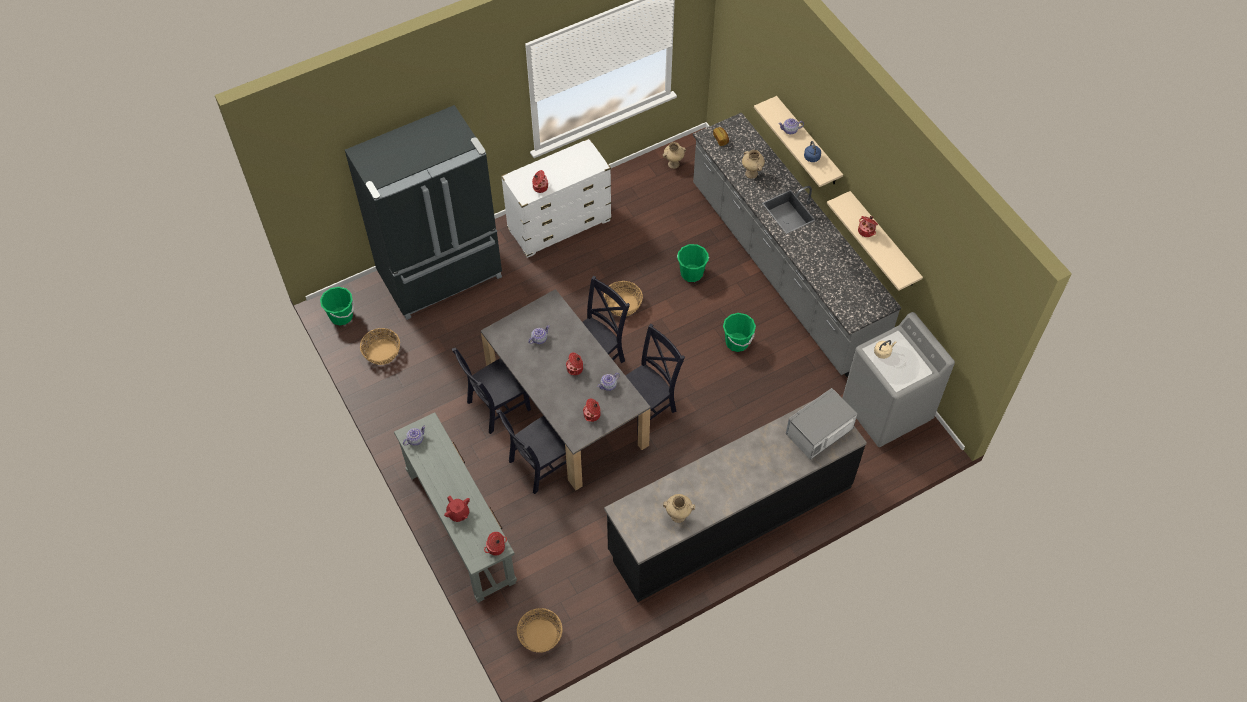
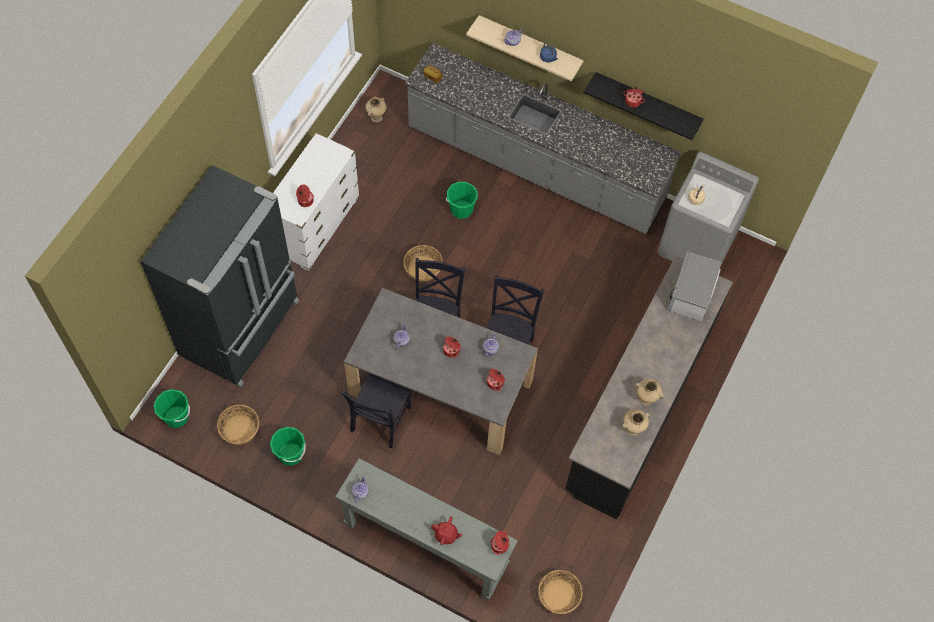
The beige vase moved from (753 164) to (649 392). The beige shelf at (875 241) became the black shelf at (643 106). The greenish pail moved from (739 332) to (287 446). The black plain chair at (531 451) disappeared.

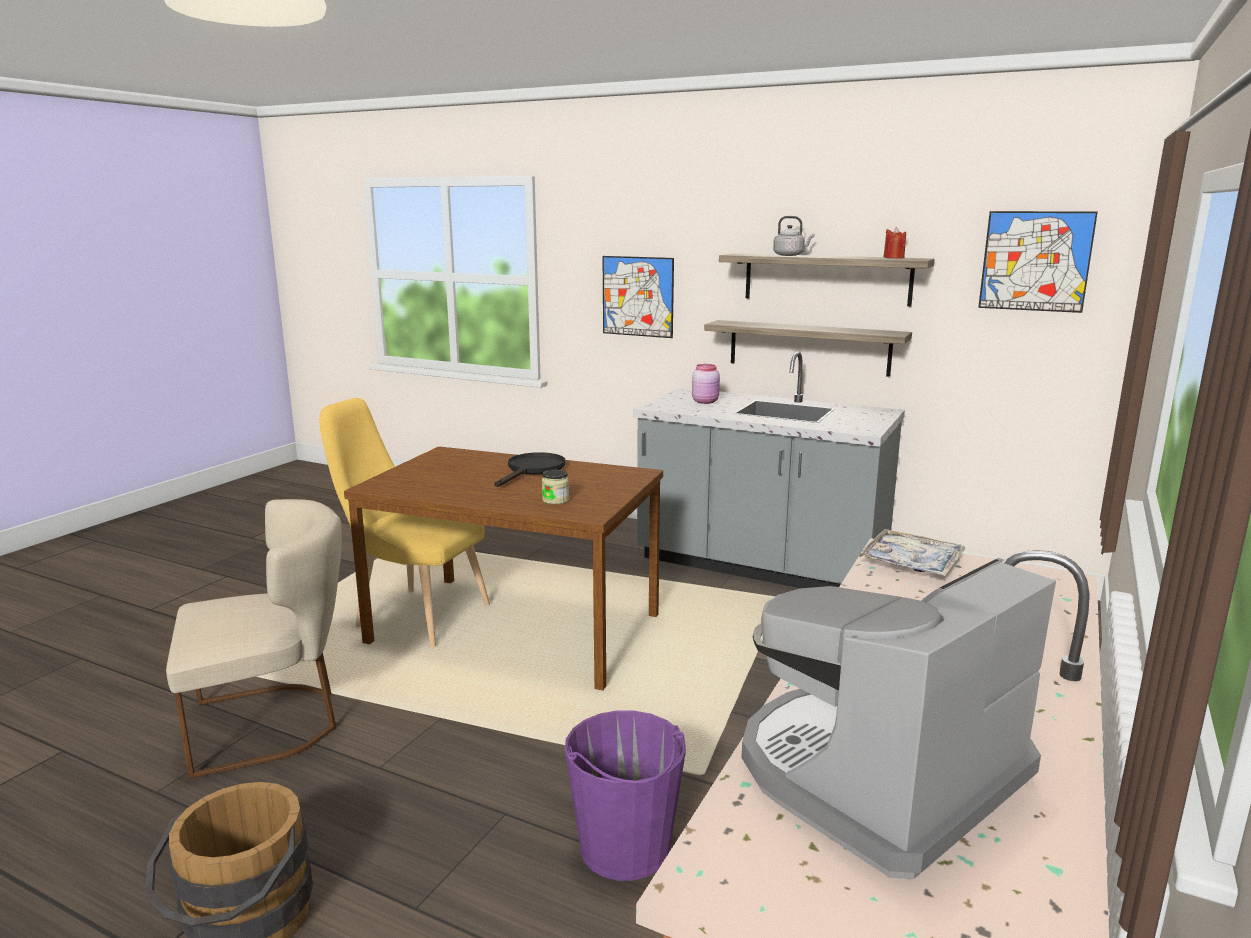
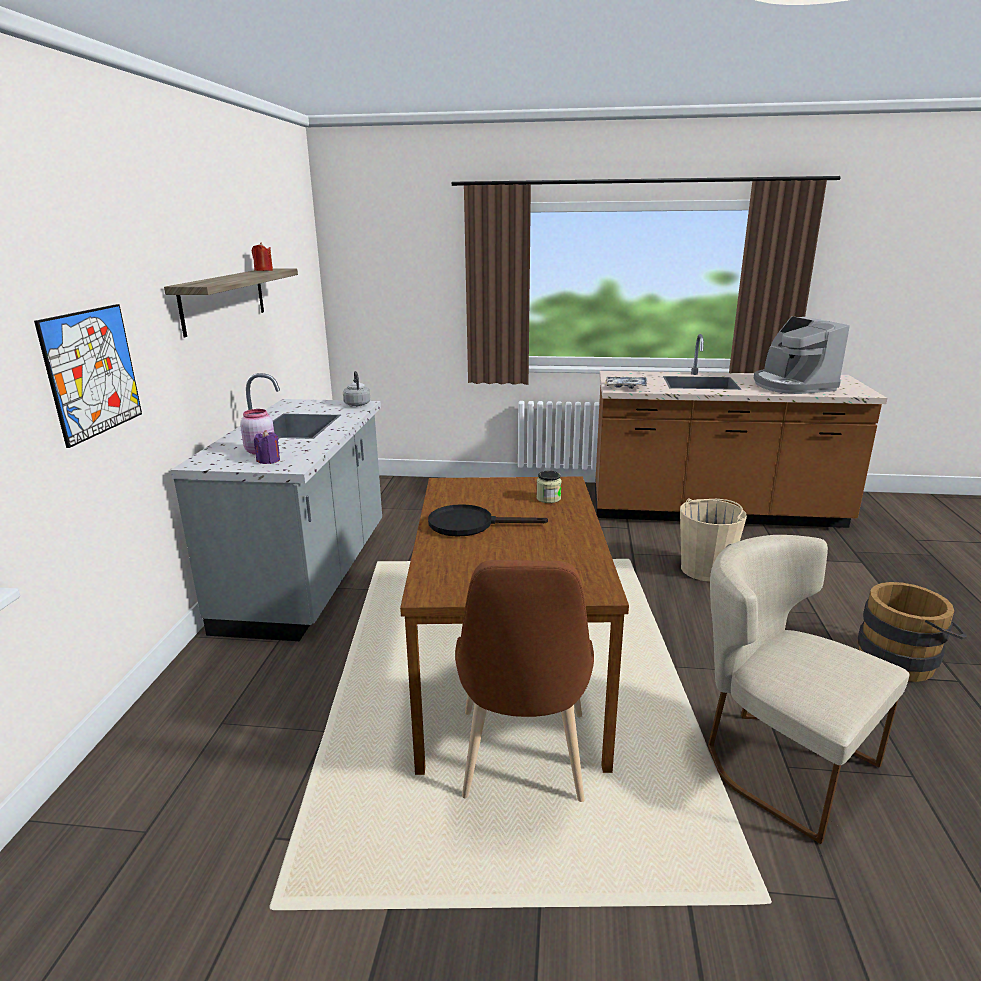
The picture at (1038 262) disappeared. The gray water kettle moved from (794 236) to (356 388). The shelf at (808 348) disappeared. The yellowish plain chair at (404 522) became the brown-coloured plain chair at (524 681). The coffee maker at (899 718) turned 45 degrees clockwise. The purplish pail at (625 795) became the beige pail at (713 540). The purplish candle at (267 447) appeared.

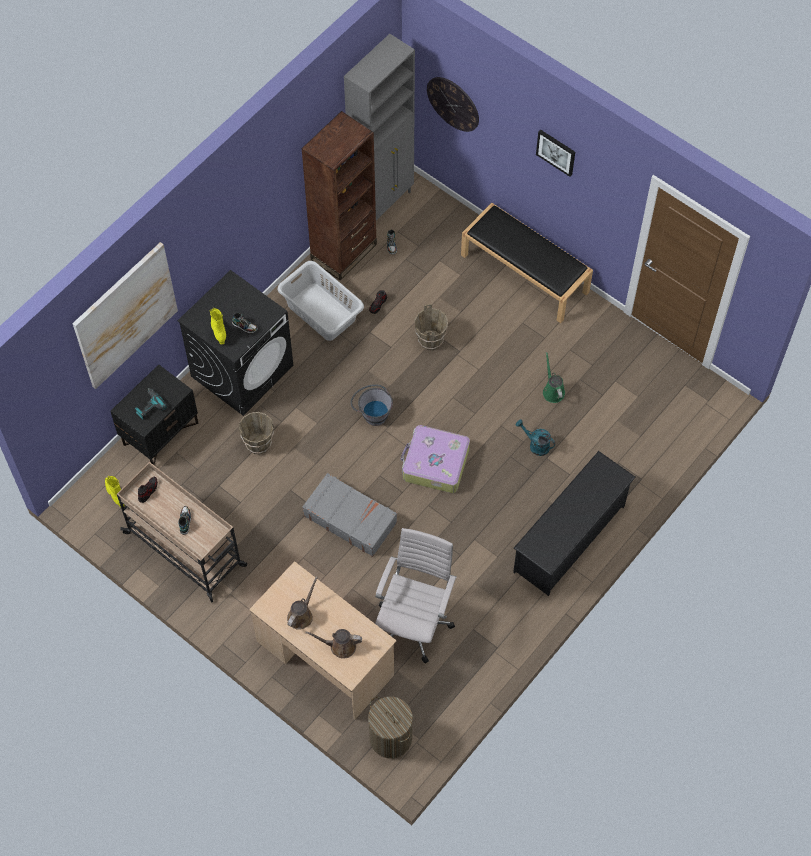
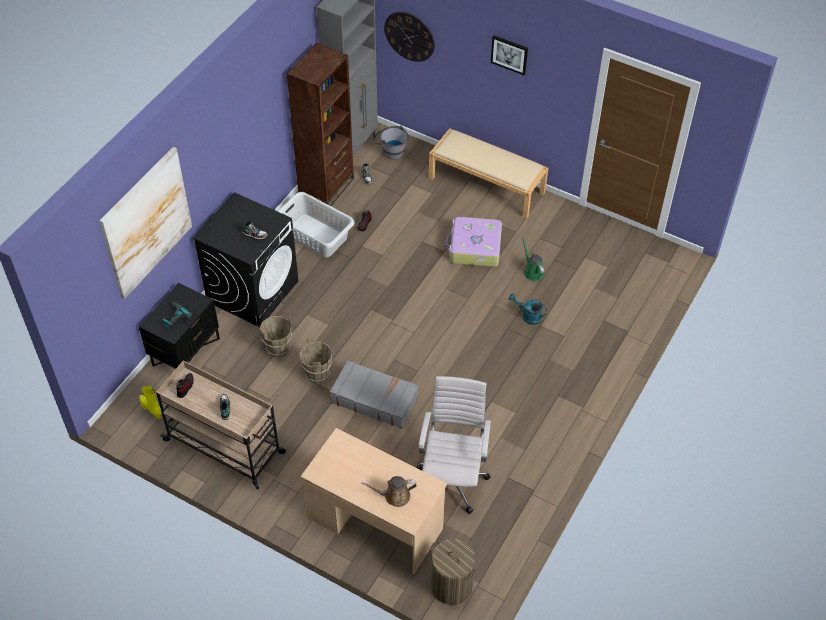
The black bench at (527 263) became the beige bench at (488 173). The brown-coloured pail moved from (431 327) to (315 360). The yellowish high-top boot at (218 326) disappeared. The gray pail moved from (372 405) to (390 143). The suitcase moved from (435 459) to (473 242). The black shoe rack at (574 523) disappeared. The brown-coloured sprinkling can at (302 603) disappeared.

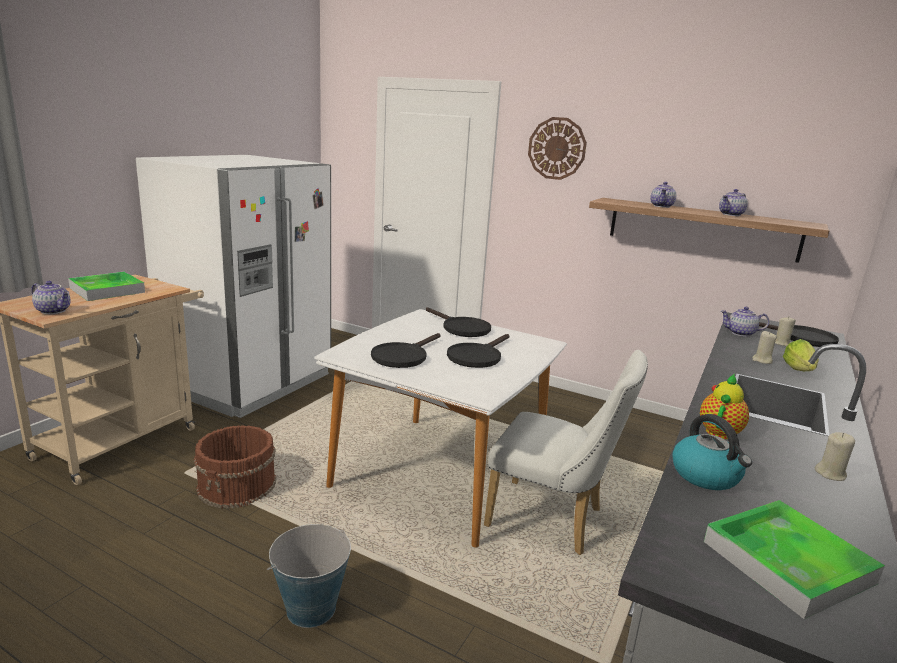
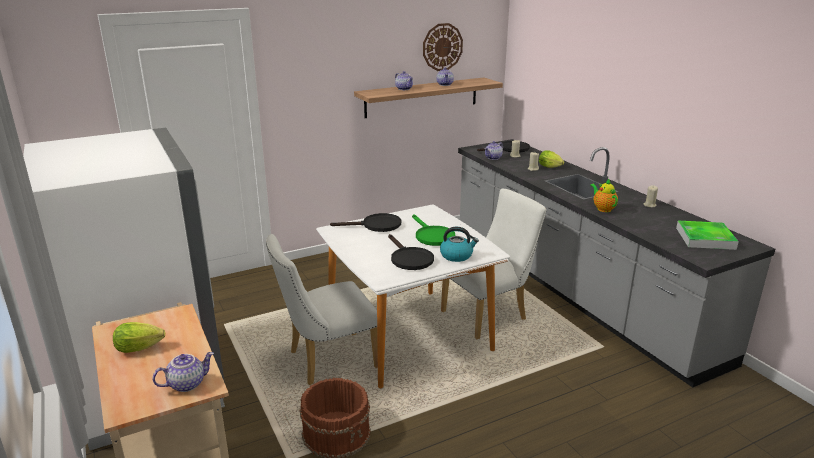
The hanging clock moved from (557 148) to (443 47). The serving tray at (106 286) was replaced by the lettuce head at (139 337). The black pan at (478 351) became the greenish pan at (433 230). The water kettle moved from (712 452) to (459 244). The pail at (309 576) disappeared. The whitish plain chair at (322 309) appeared.

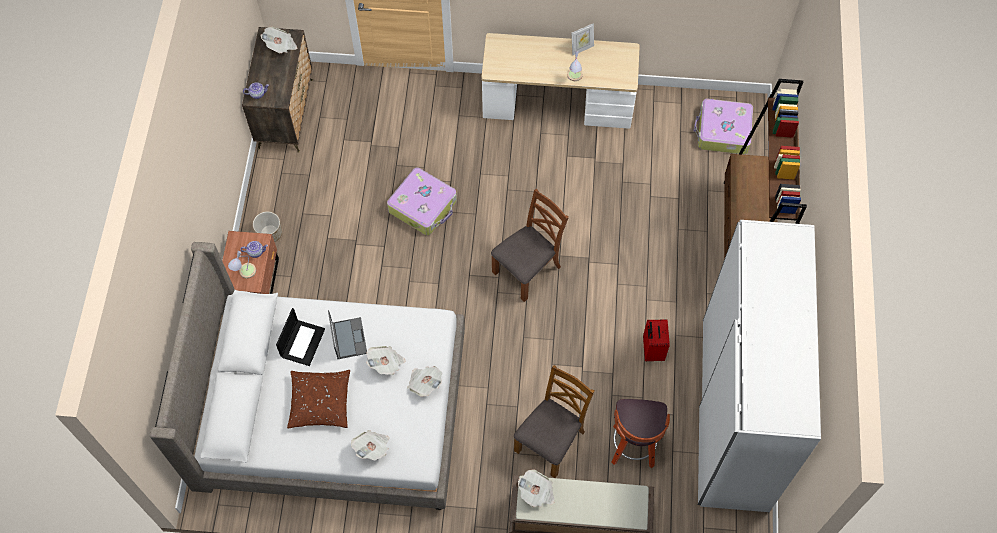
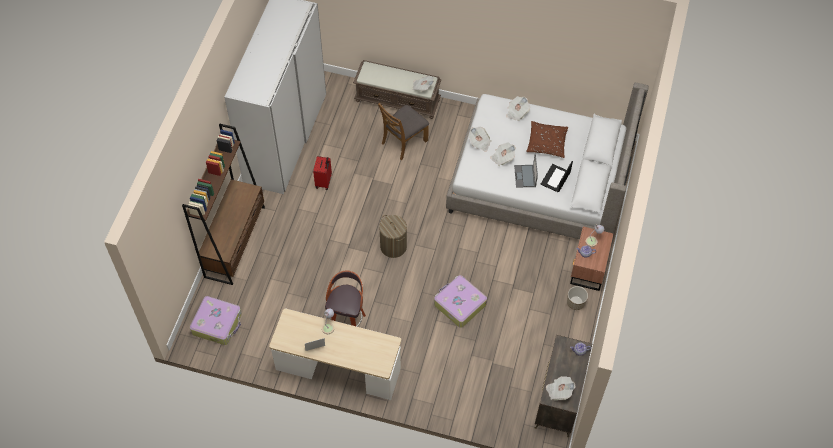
The brown-coloured plain chair at (530 245) was replaced by the washing basket at (393 236). The sitting stool moved from (641 433) to (345 299).

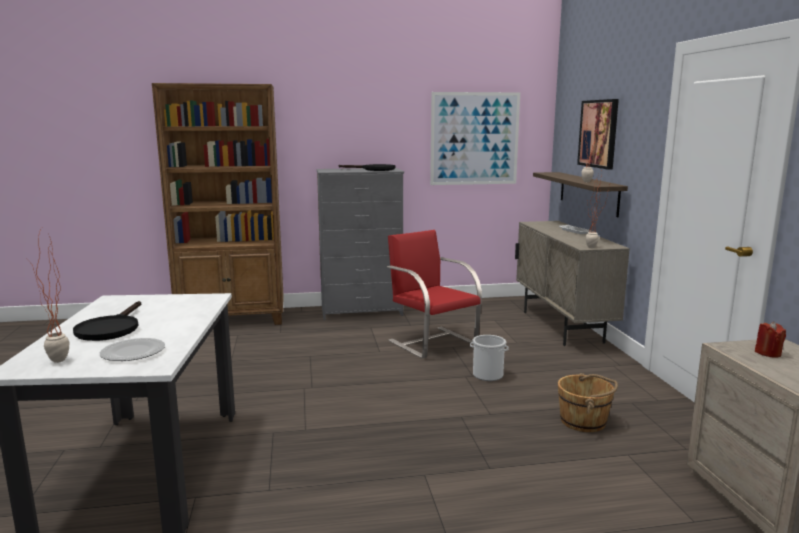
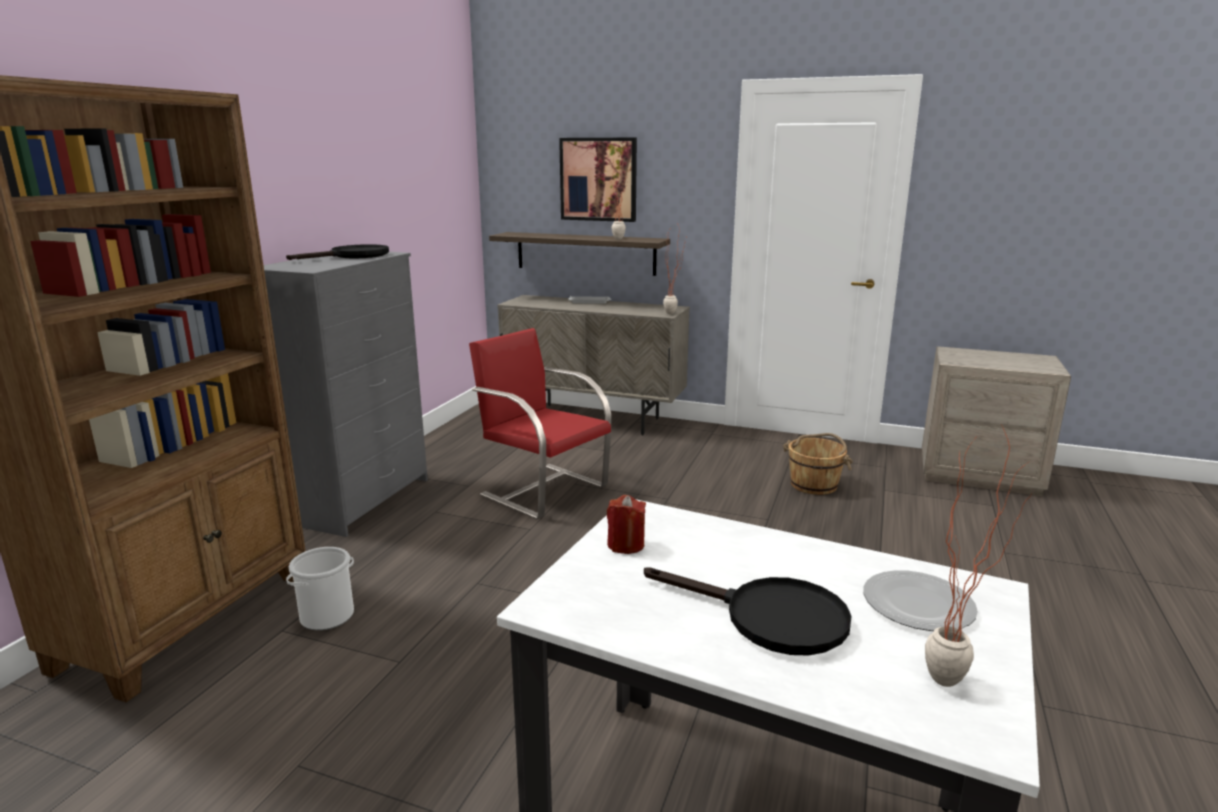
The picture at (475 138) disappeared. The red-coloured plain chair at (434 294) turned 45 degrees clockwise. The red-coloured candle moved from (770 339) to (626 524). The pail moved from (489 358) to (320 588).

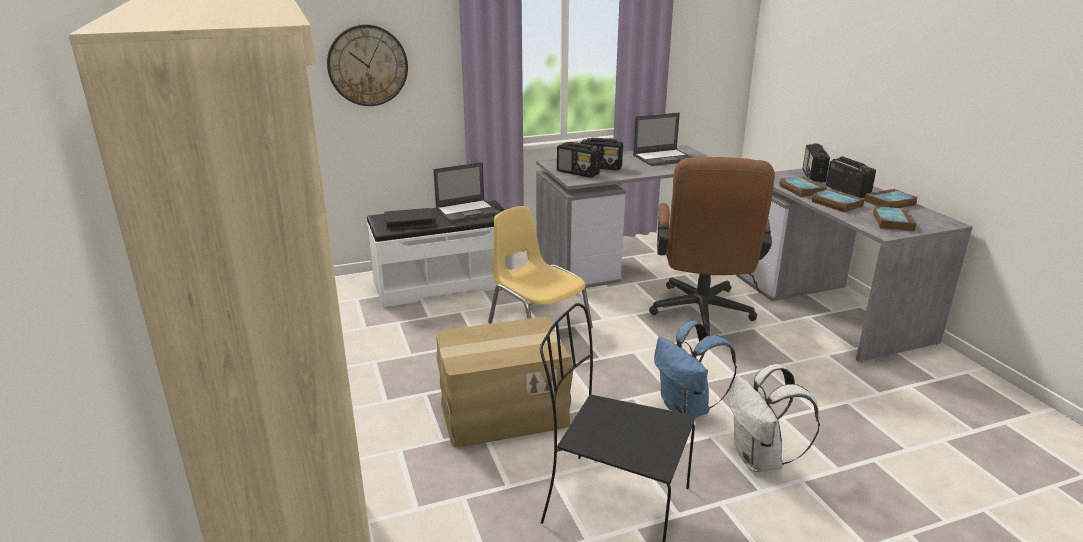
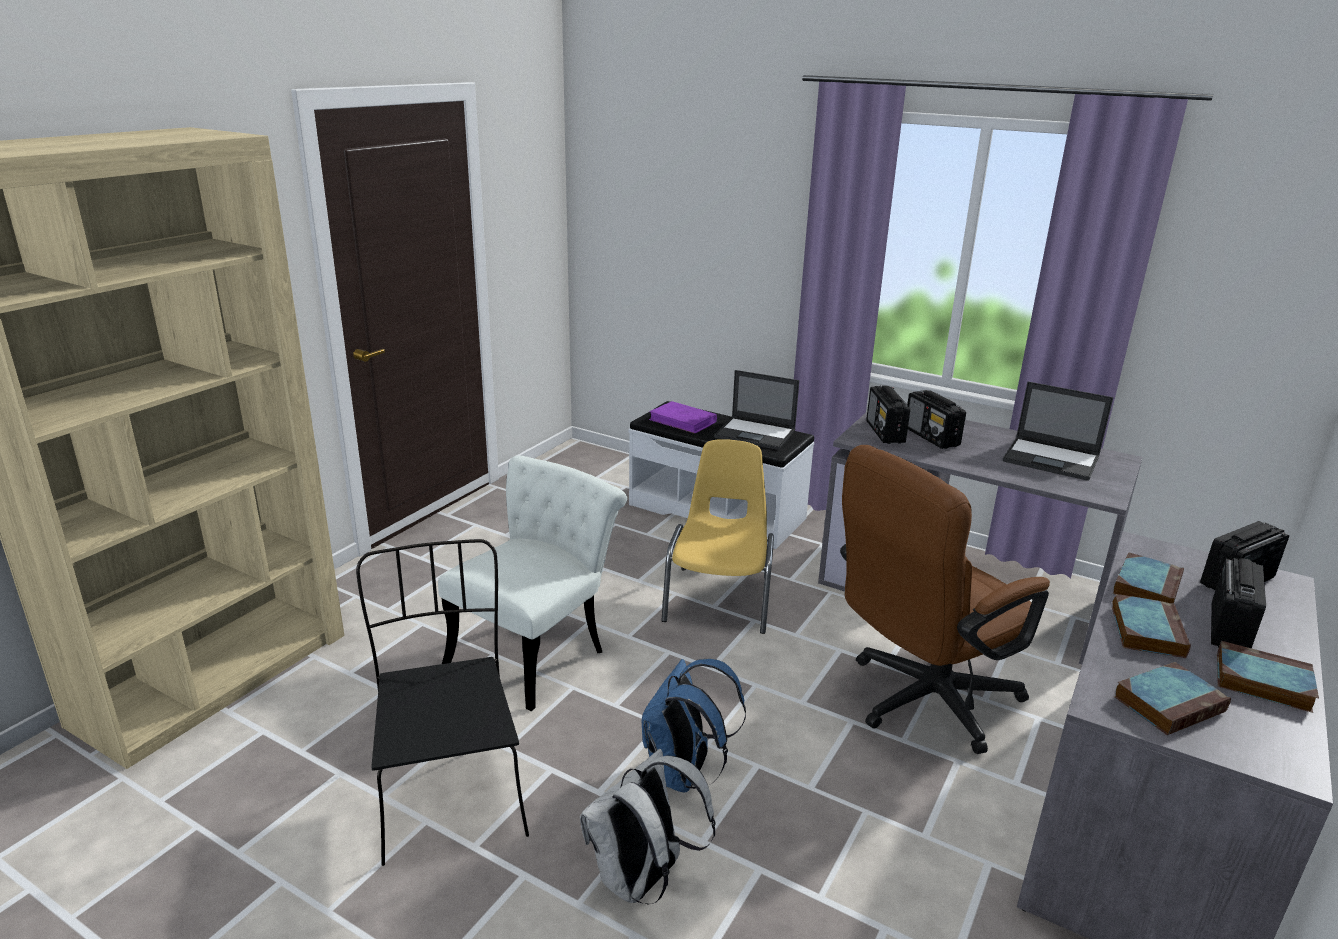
The hanging clock at (367 65) disappeared. The black volume at (409 219) became the purplish volume at (683 417). The cardboard box at (504 382) was replaced by the whitish plain chair at (532 583).

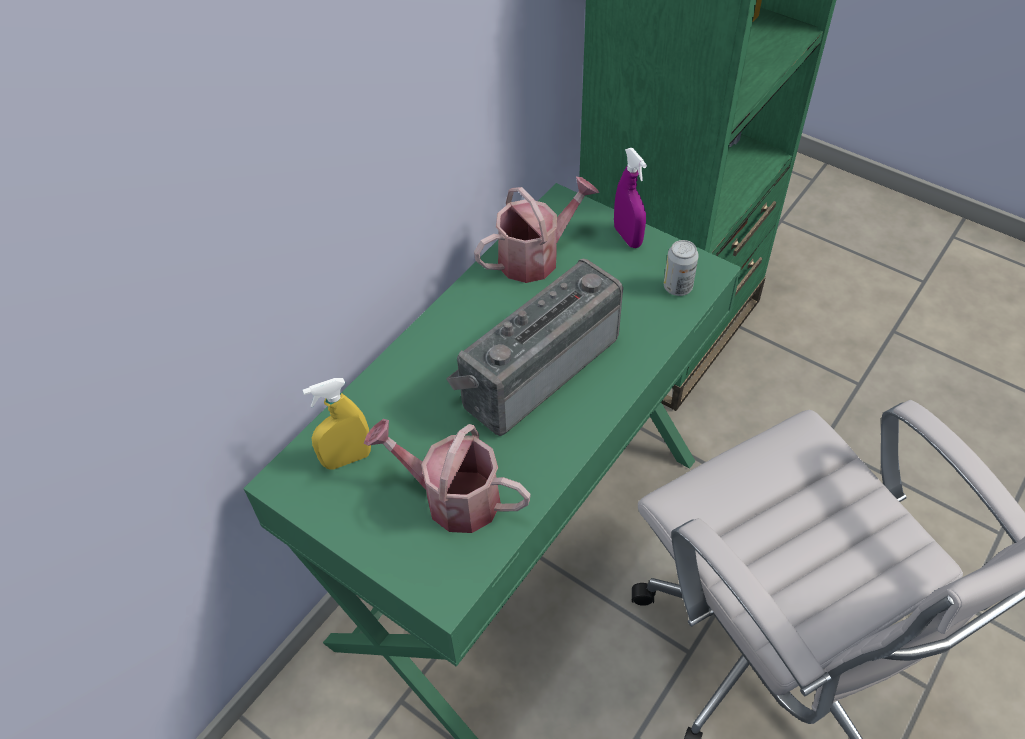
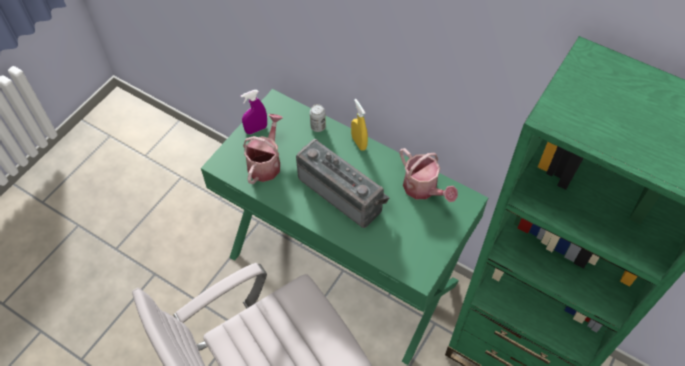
The purplish spray bottle moved from (630 198) to (253 112). The metal can moved from (681 268) to (318 118). The yellowish spray bottle moved from (337 424) to (359 125).

